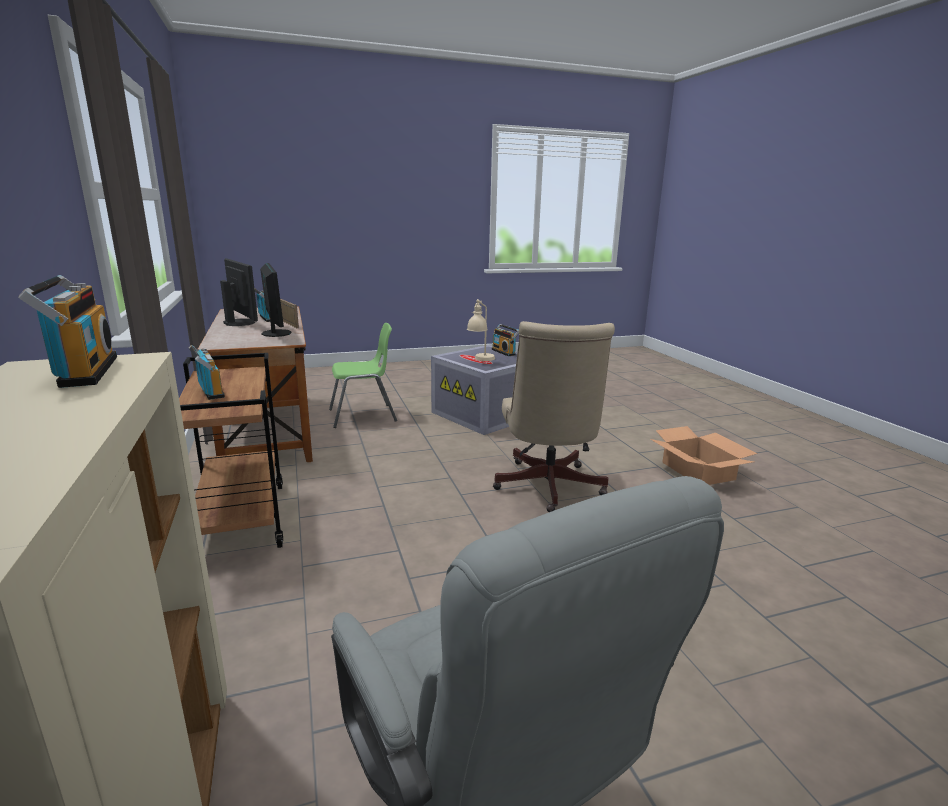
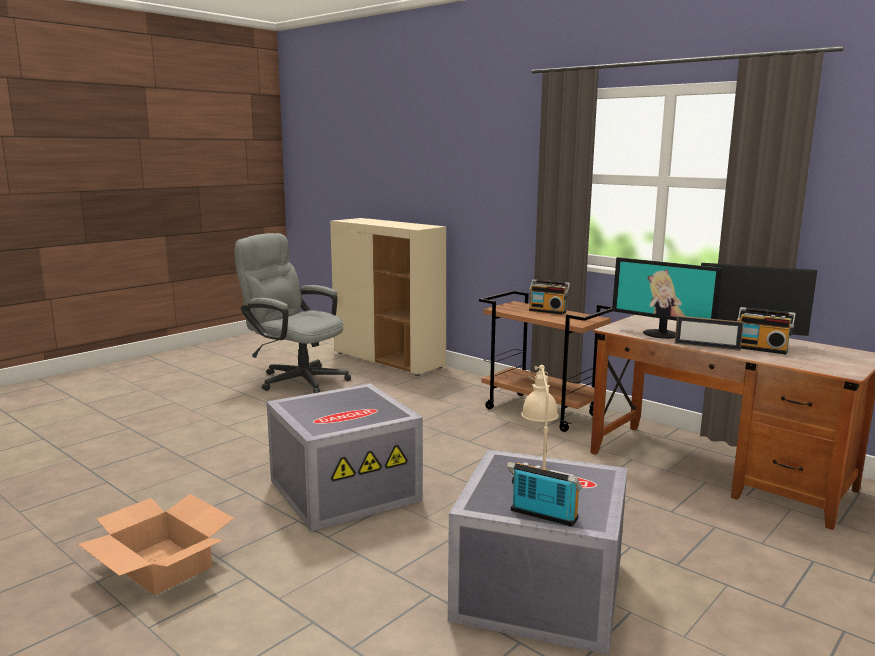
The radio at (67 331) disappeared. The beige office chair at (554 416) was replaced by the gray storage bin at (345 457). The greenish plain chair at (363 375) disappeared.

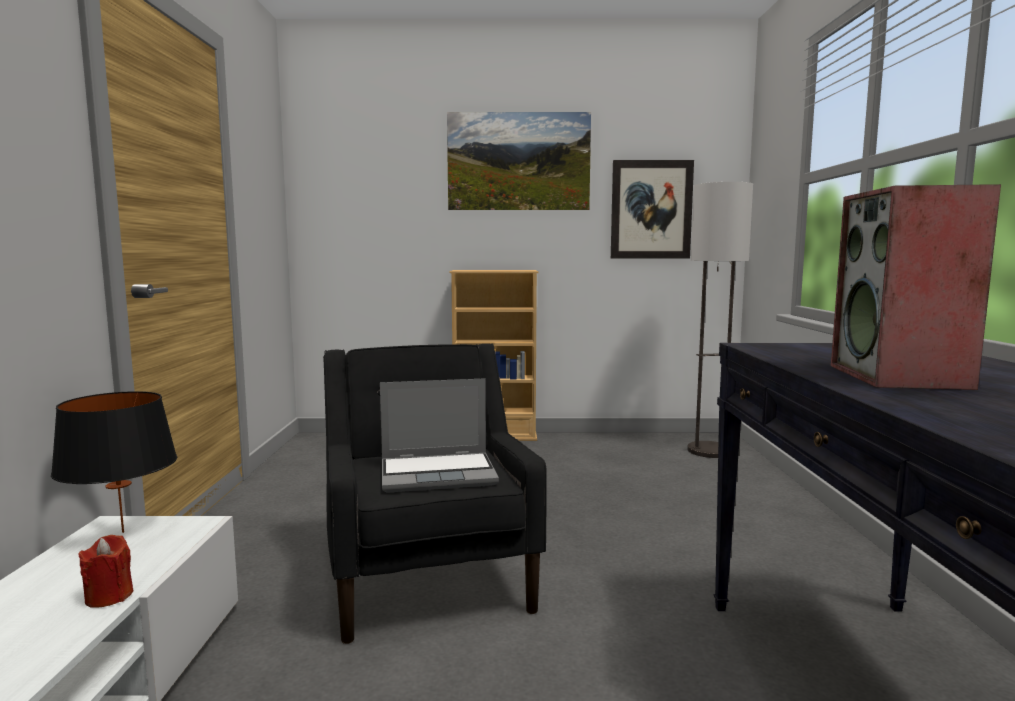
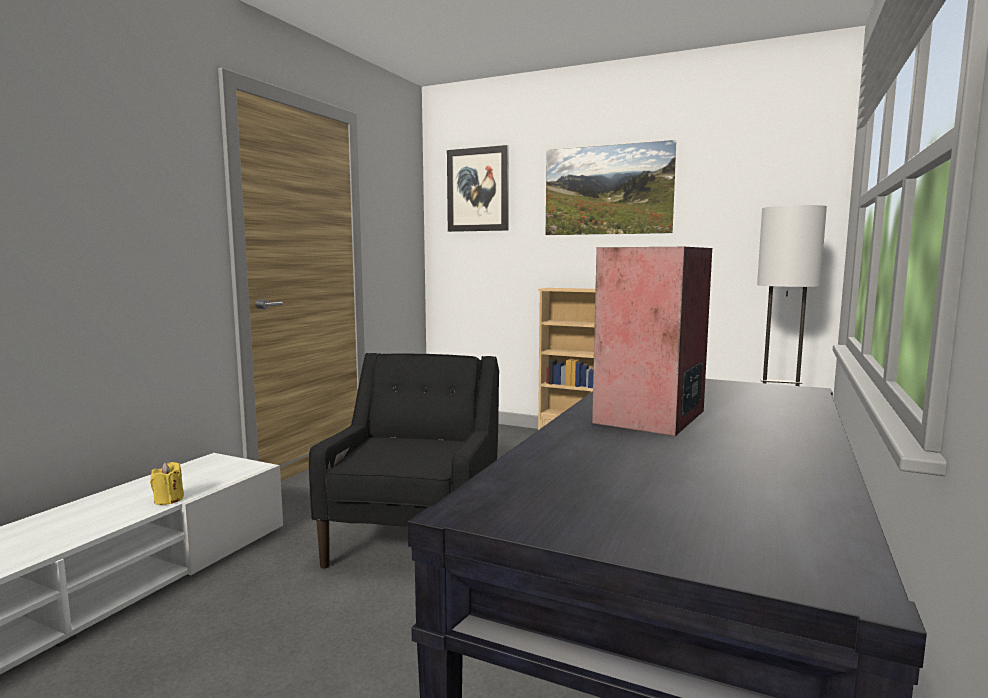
The picture moved from (652 209) to (478 188). The laptop at (439 435) disappeared. The black lamp for a table at (114 462) disappeared. The red-coloured candle at (105 571) became the yellowish candle at (167 483).

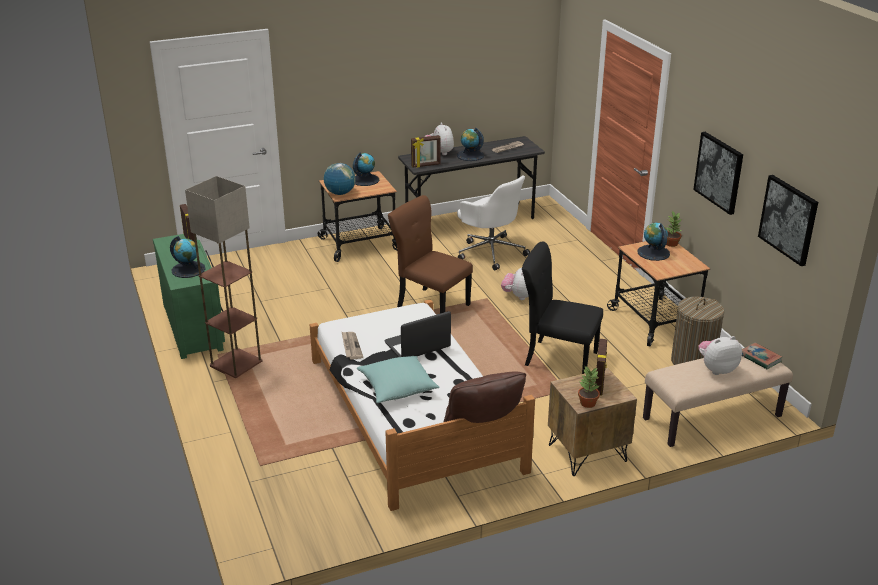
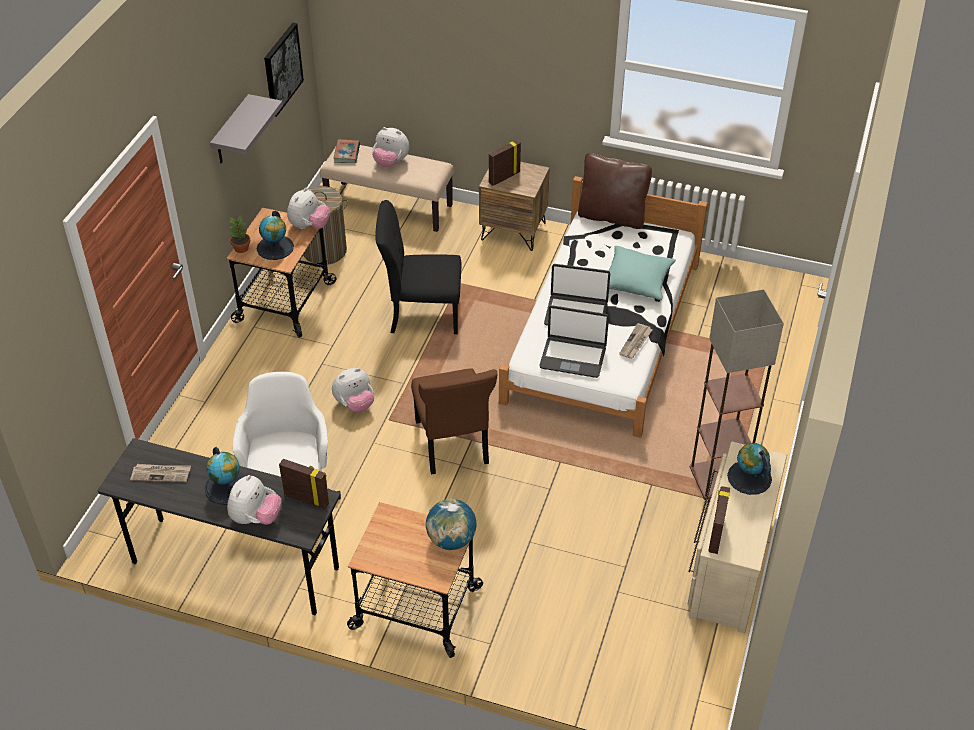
The picture at (718 173) was replaced by the gray shelf at (246 128). The desk globe at (366 169) disappeared. The greenish dresser at (189 296) became the beige dresser at (737 537). The black plain chair at (562 308) turned 120 degrees clockwise. The plant in a pot at (589 386) disappeared. The soft toy at (308 208) appeared. The laptop at (574 341) appeared.

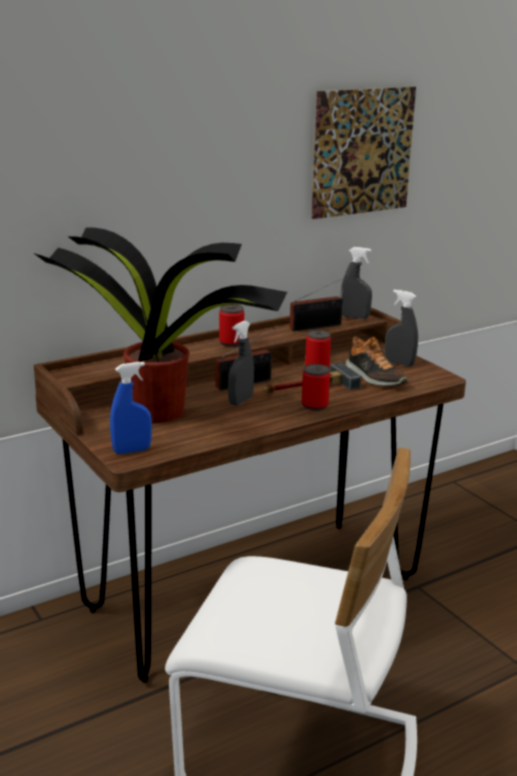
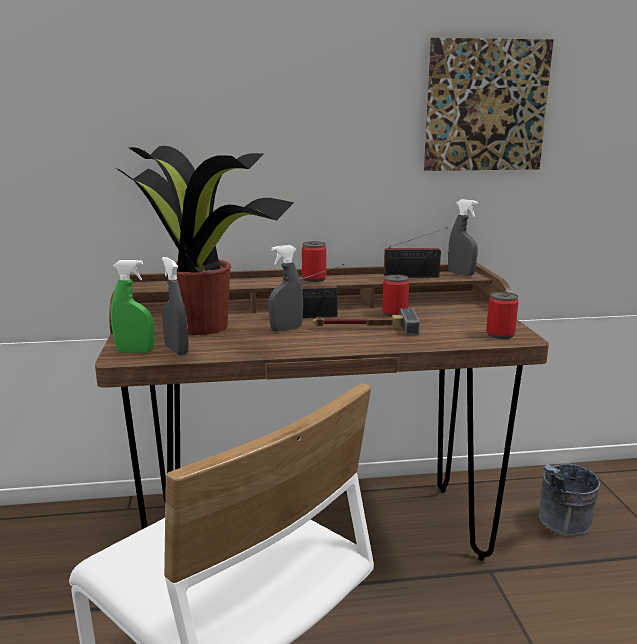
The gray spray bottle moved from (401 328) to (175 306). The low shoe at (376 361) disappeared. The bluish spray bottle at (131 408) became the greenish spray bottle at (132 306). The metal can moved from (316 387) to (502 315). The gray pail at (569 499) appeared.

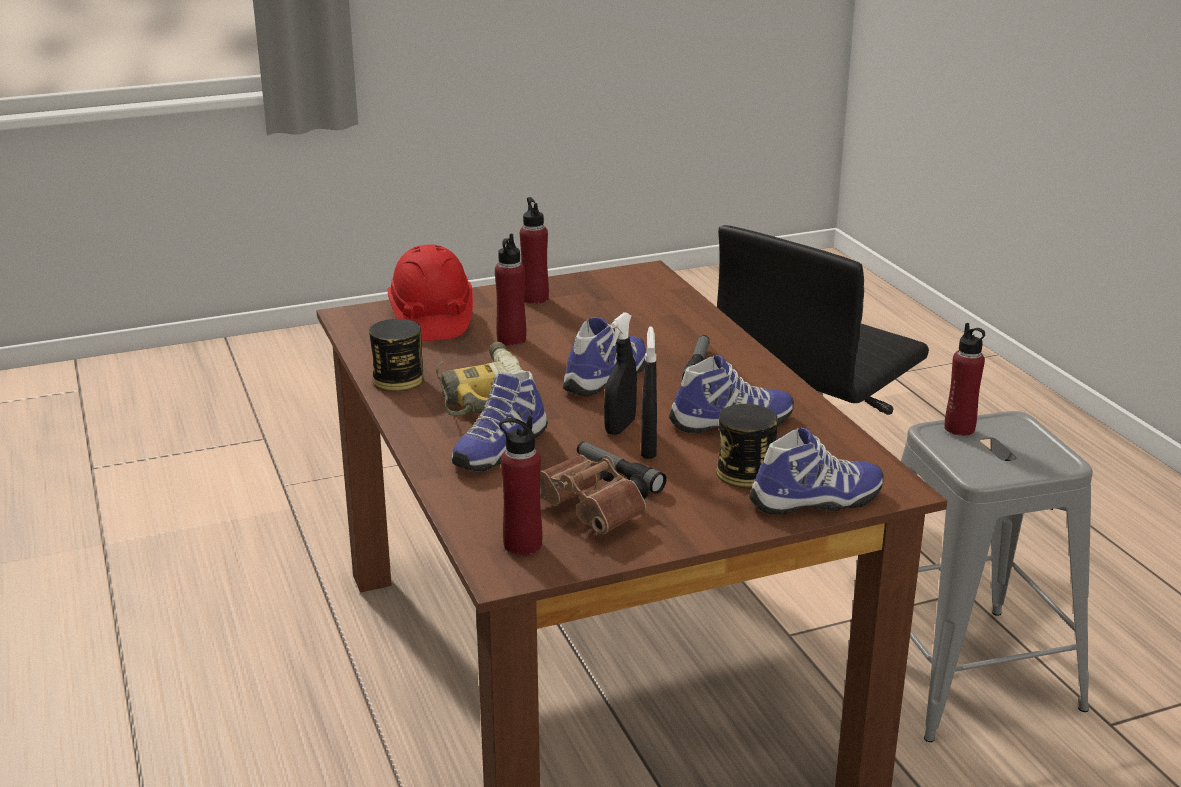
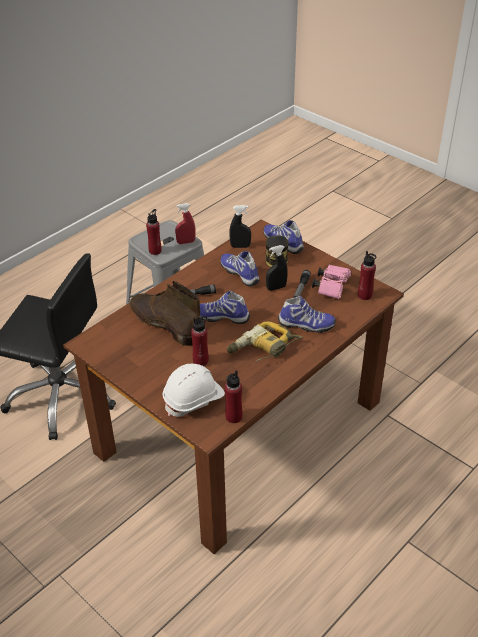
The red-coloured bottle moved from (534 250) to (234 396). The red-coloured hard hat at (430 293) became the whitish hard hat at (194 390). The black spray bottle moved from (620 373) to (240 226). The metal can at (396 355) disappeared. The brown-coloured pair of binoculars at (594 495) became the pink pair of binoculars at (331 282). The red-coloured spray bottle at (185 223) appeared. The brown-coloured high-top boot at (164 313) appeared.

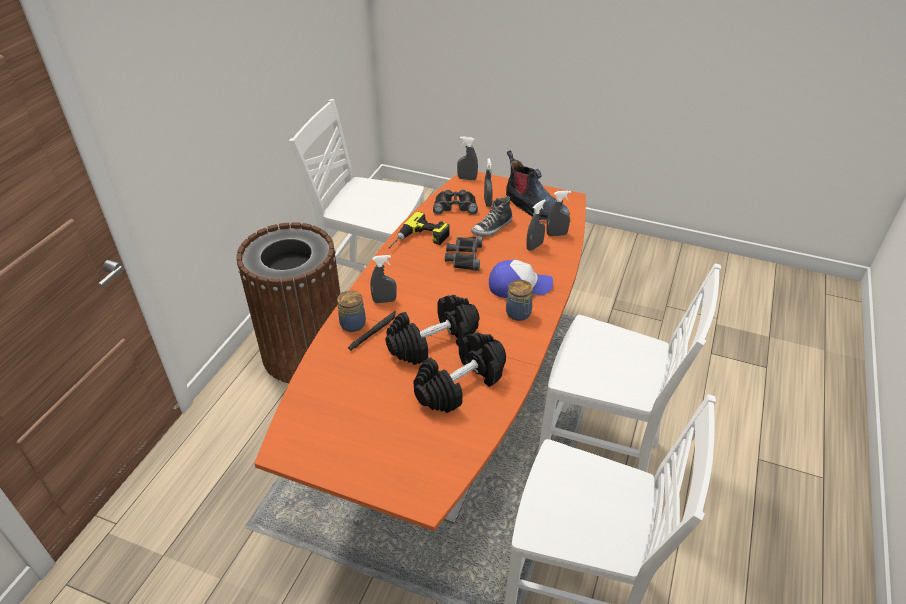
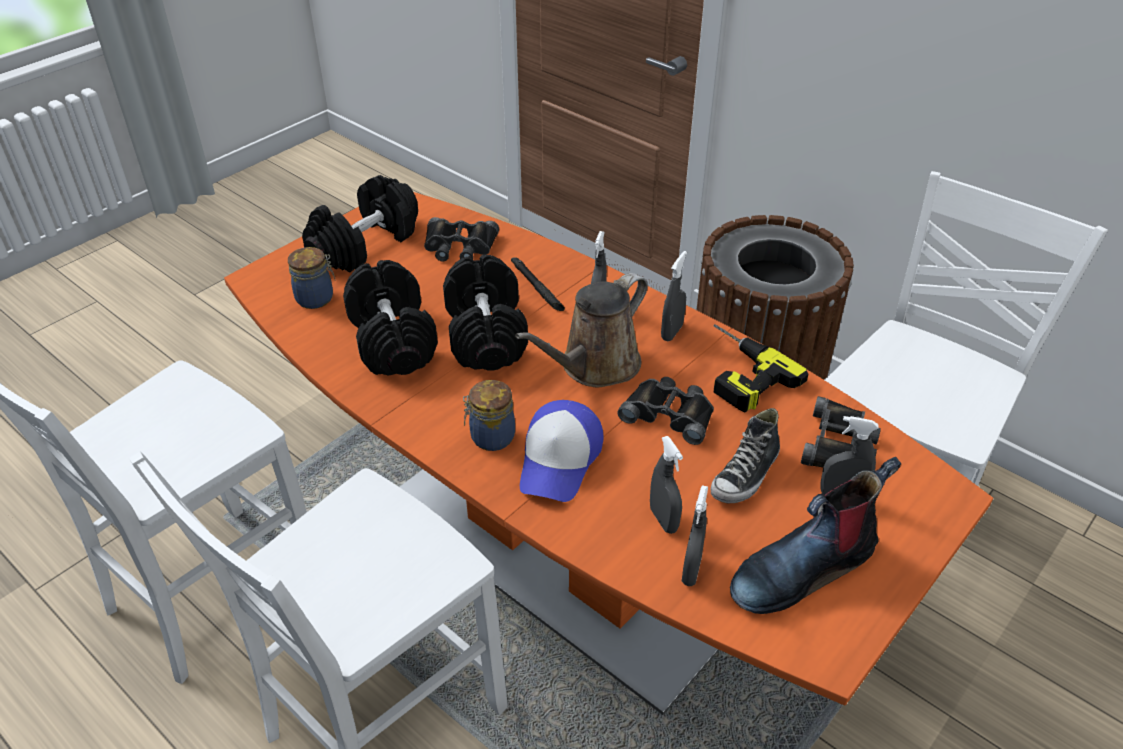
The gray spray bottle moved from (467 158) to (674 296). The low shoe at (491 216) turned 120 degrees counterclockwise. The preserve jar moved from (351 311) to (312 278). The black free weight at (360 223) appeared. The black pair of binoculars at (461 239) appeared. The brown-coloured sprinkling can at (581 330) appeared.

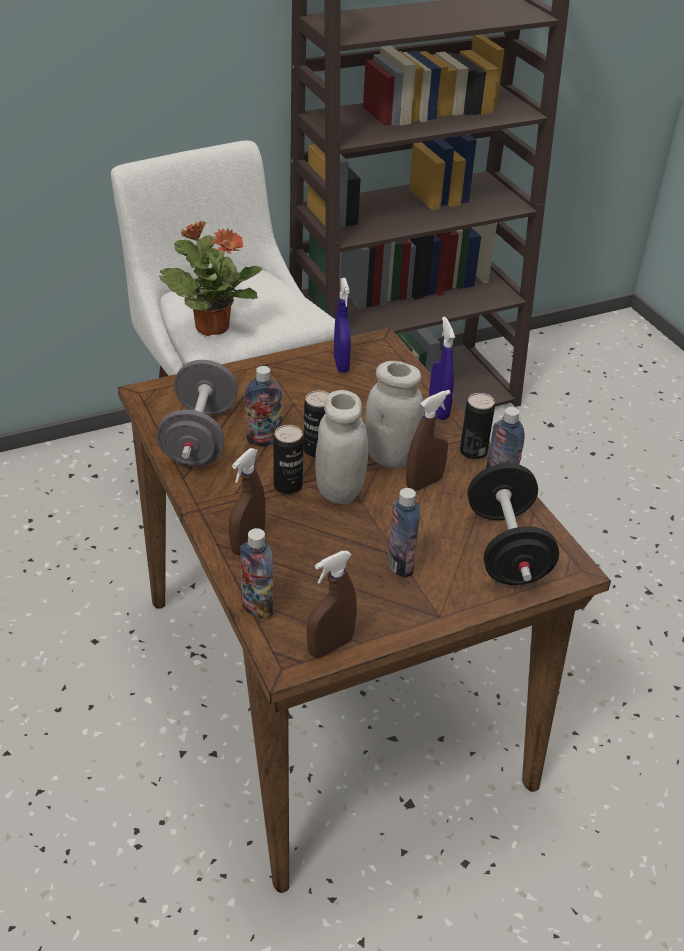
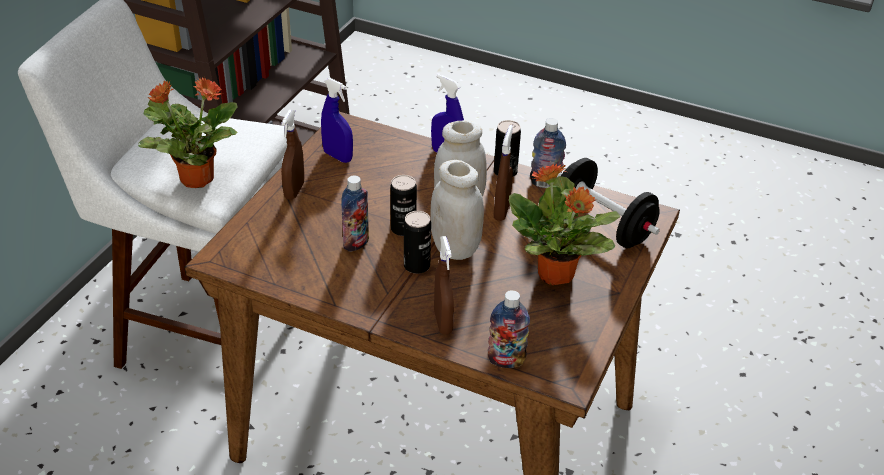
The gray free weight at (197 413) disappeared. The bottle at (404 533) was replaced by the plant in a pot at (564 224). The brown-coloured spray bottle moved from (331 604) to (292 155).

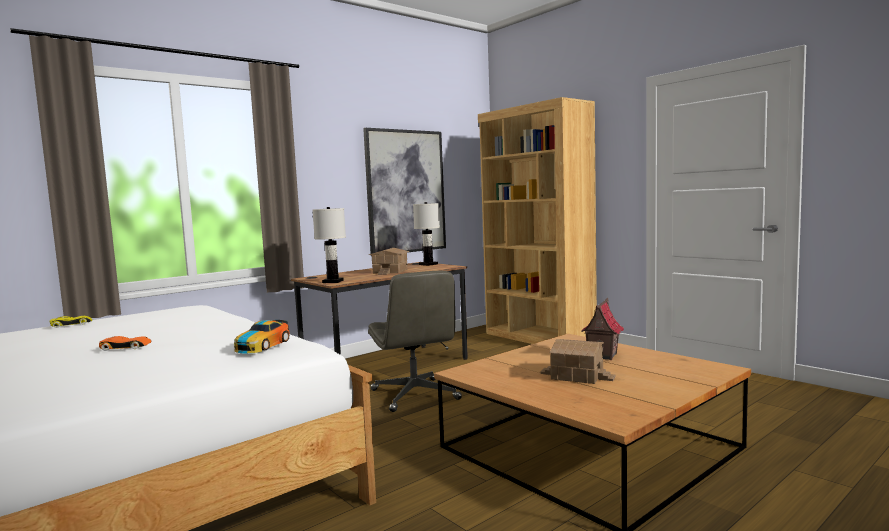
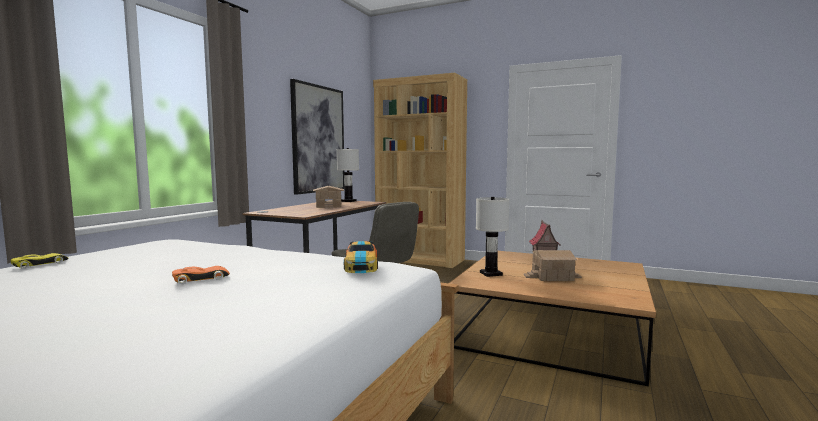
The whitish lamp for a table moved from (329 245) to (492 237).

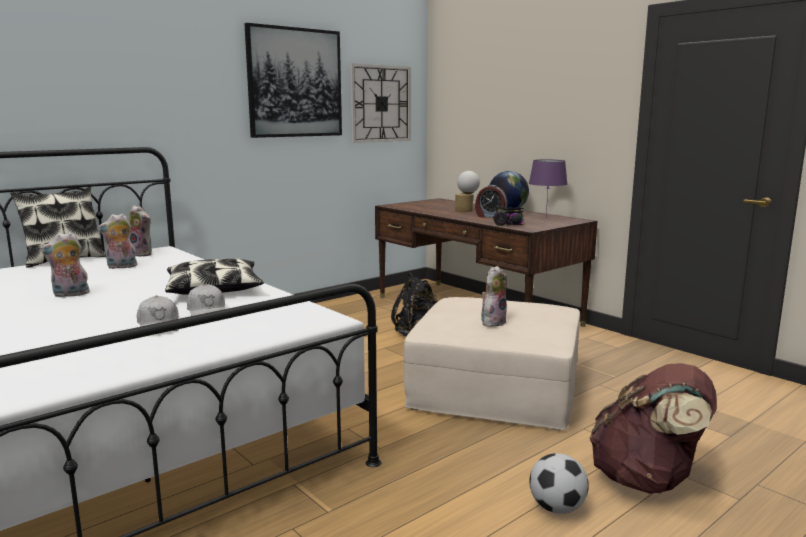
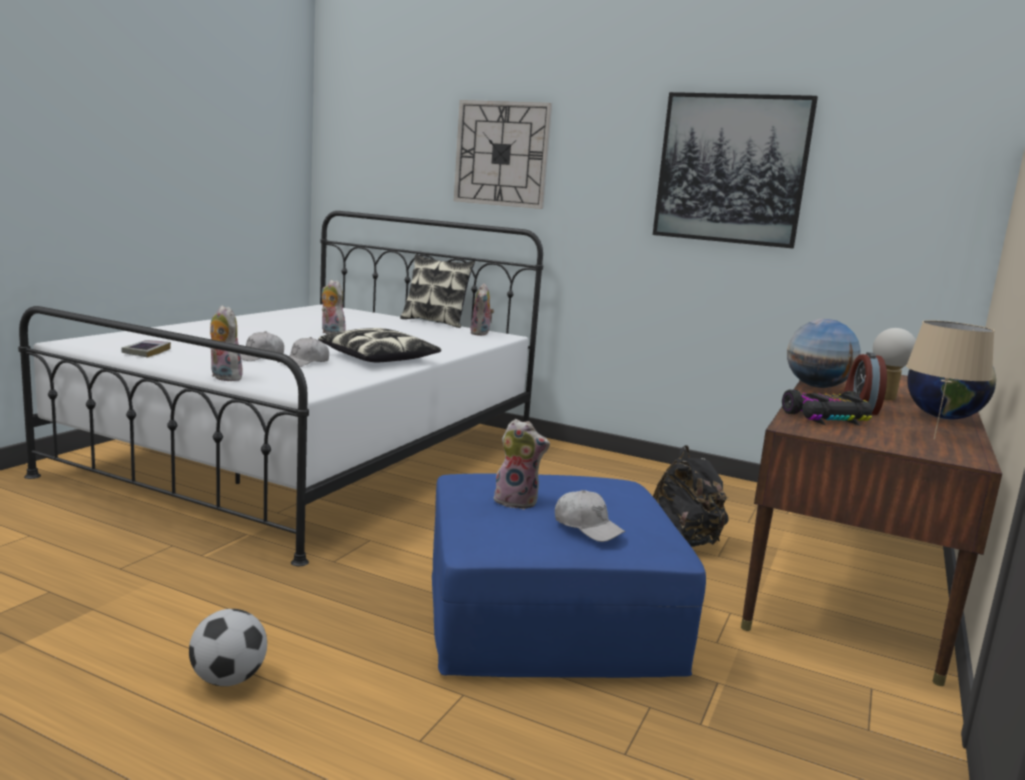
The hanging clock moved from (380 103) to (503 154). The purplish lamp for a table at (548 188) became the beige lamp for a table at (950 379). The soft toy moved from (117 241) to (226 343). The beige pouffe at (492 363) became the bluish pouffe at (569 576). The brown-coloured rucksack at (653 428) disappeared. The desk globe at (824 353) appeared. The volume at (146 348) appeared. The whitish peaked cap at (590 516) appeared.

